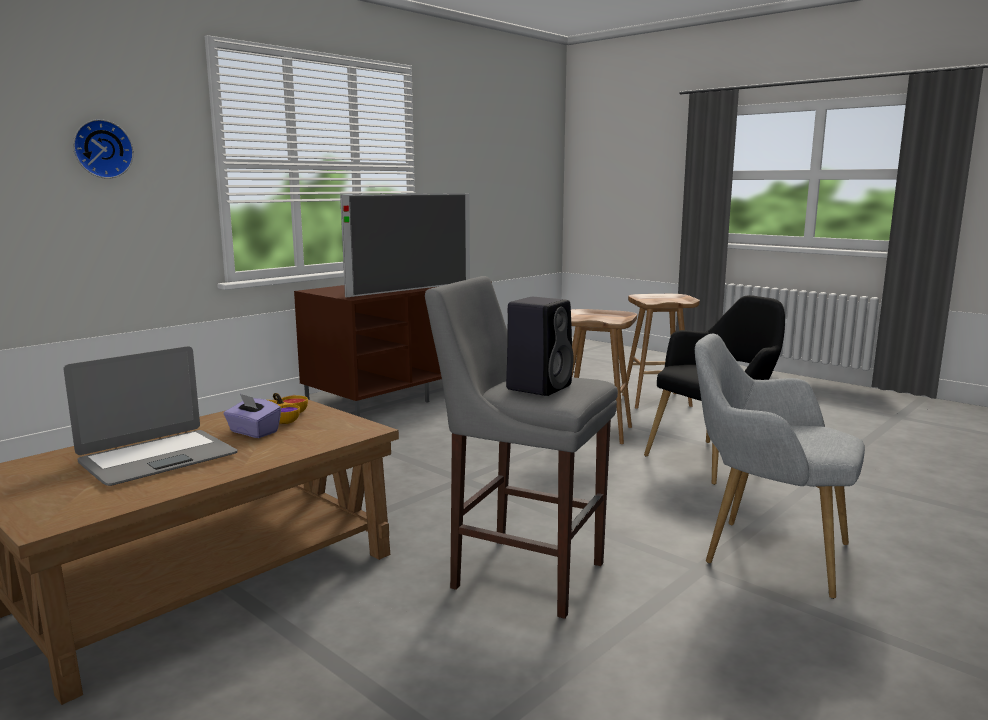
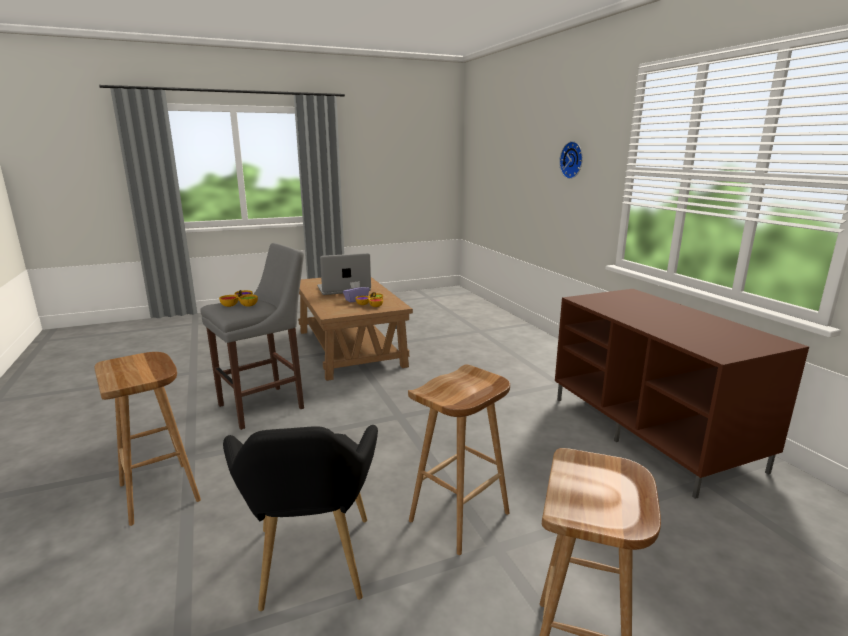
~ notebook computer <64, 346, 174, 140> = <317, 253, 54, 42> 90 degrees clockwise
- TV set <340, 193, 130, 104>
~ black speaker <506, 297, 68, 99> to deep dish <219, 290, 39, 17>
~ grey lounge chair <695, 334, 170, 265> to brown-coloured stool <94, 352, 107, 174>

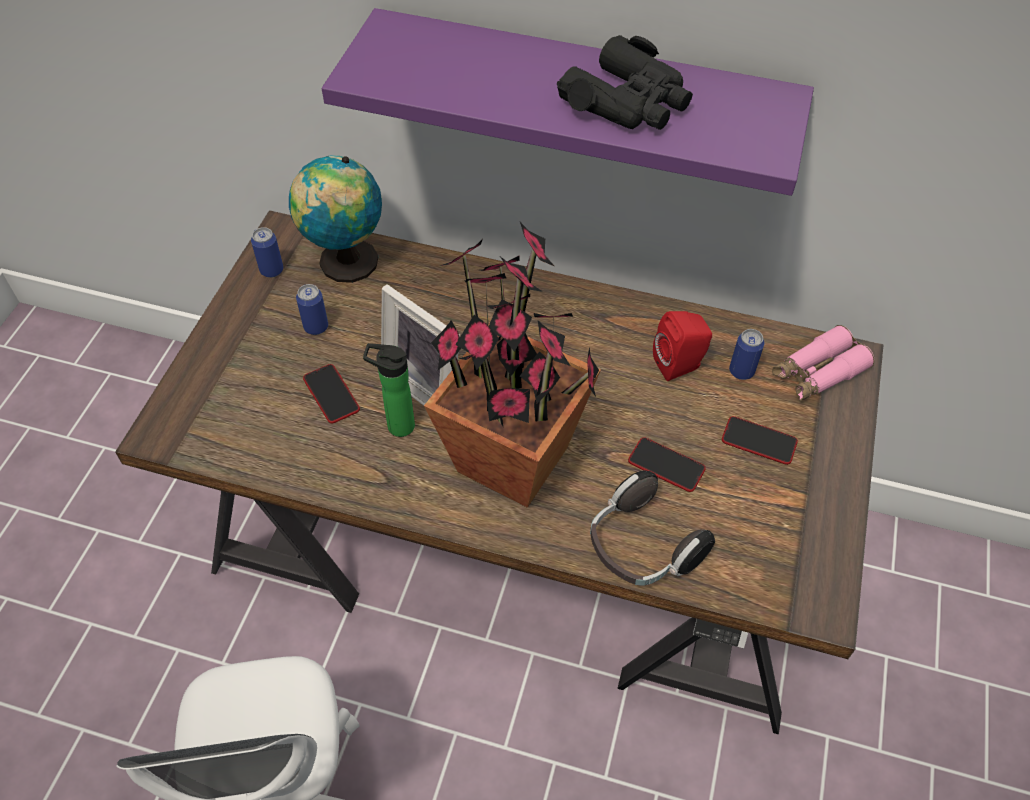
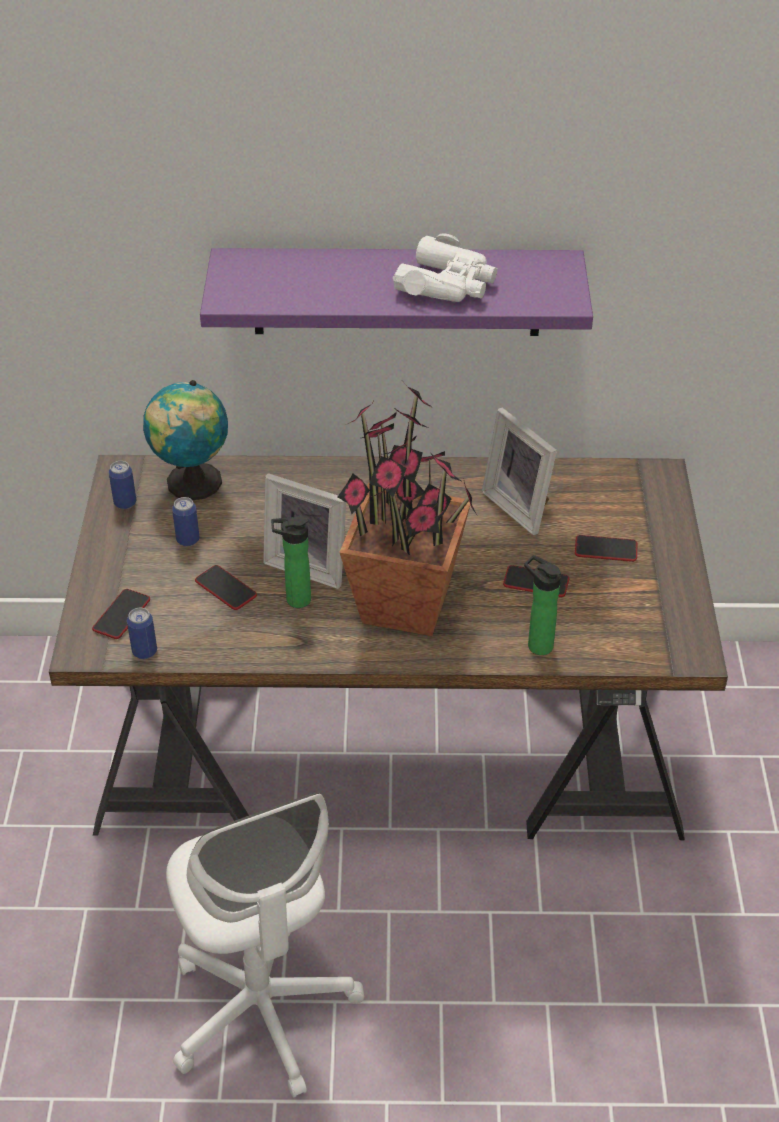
~ black field glasses <557, 35, 136, 95> to whitish field glasses <393, 234, 104, 68>
~ pair of headphones <590, 470, 125, 116> to bottle <524, 555, 37, 100>
~ red-coloured speaker <653, 311, 59, 70> to standing frame <482, 408, 75, 127>
~ sealed can <729, 329, 35, 51> to <127, 608, 30, 51>
- pinkish field glasses <772, 325, 103, 76>
+ phone <92, 589, 58, 50>

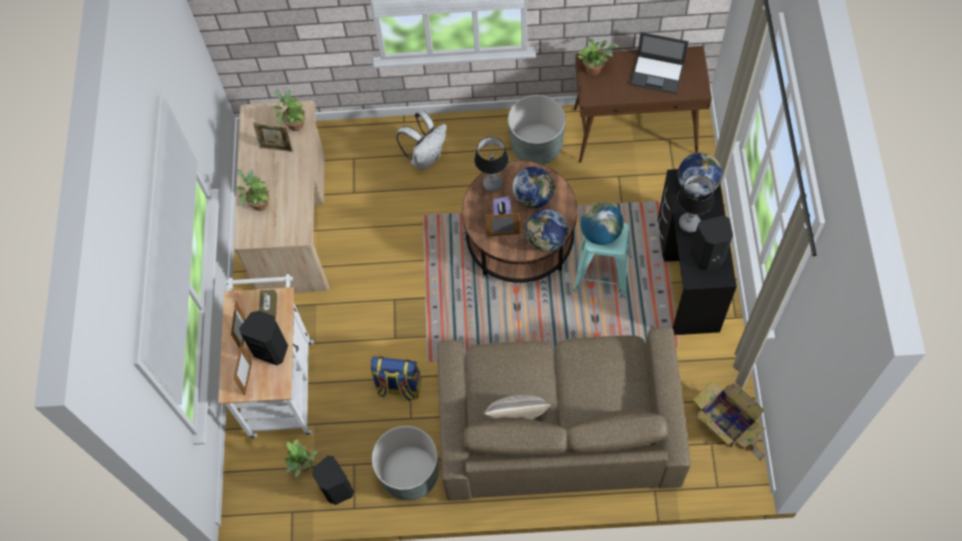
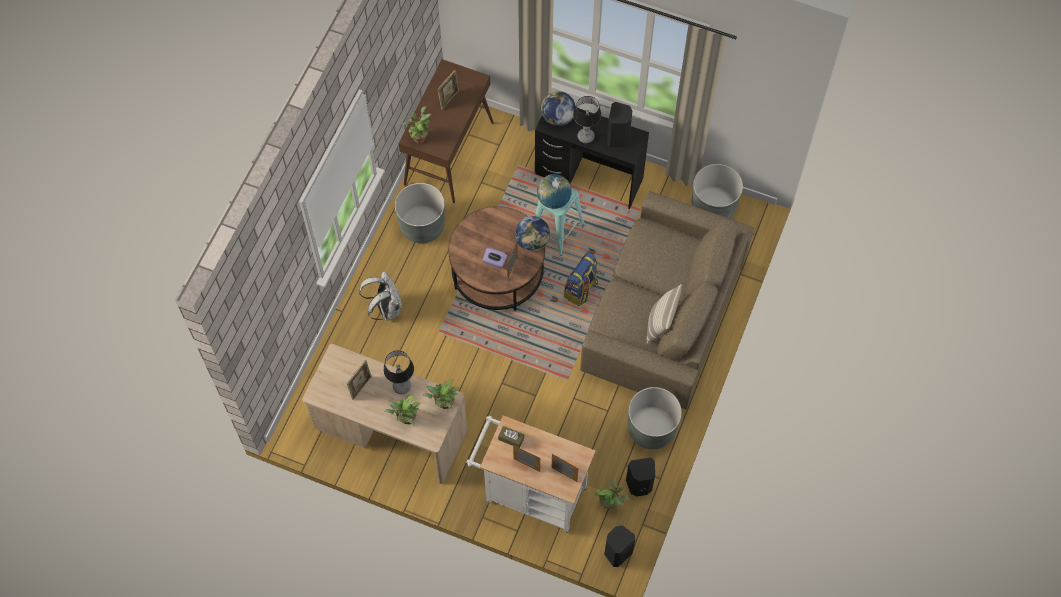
~ black speaker <239, 311, 49, 55> to <604, 525, 31, 42>
~ houseplant <273, 89, 32, 42> to <423, 379, 36, 30>
~ rucksack <371, 356, 50, 46> to <564, 252, 34, 54>
~ table lamp <474, 137, 35, 55> to <383, 350, 31, 44>
- globe <512, 166, 43, 42>
~ notebook computer <630, 32, 58, 62> to standing frame <438, 70, 21, 40>
~ carton <692, 380, 74, 81> to grey plant pot <692, 164, 51, 55>

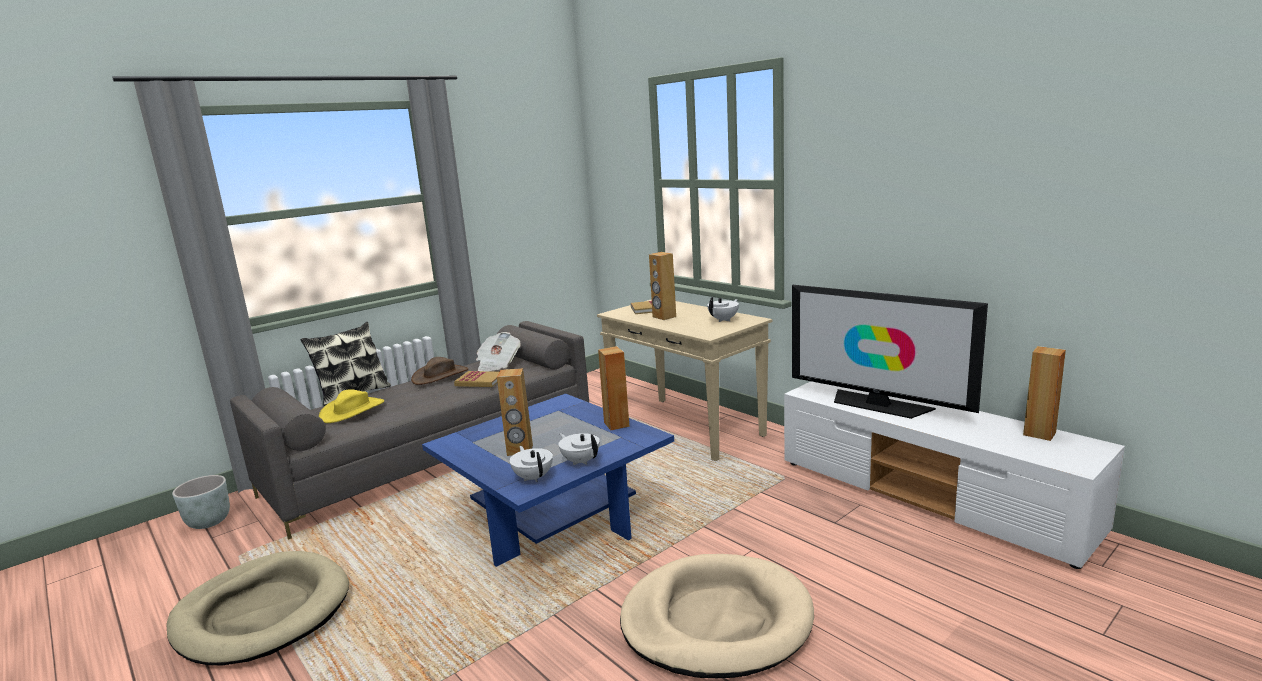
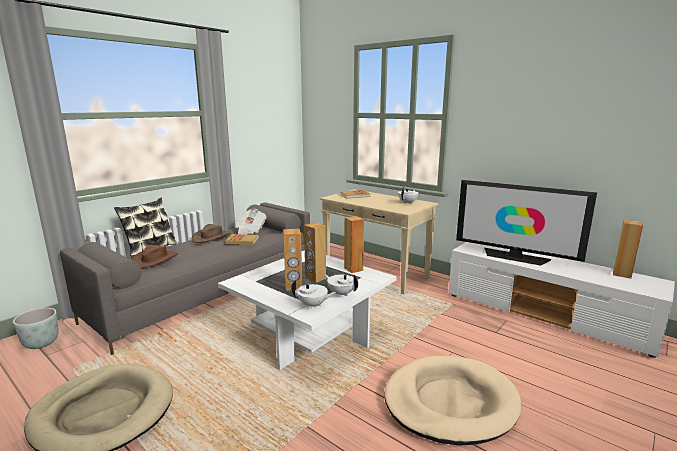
~ yellowish wearable hat <319, 389, 65, 34> to brown-coloured wearable hat <131, 245, 47, 23>
~ bluish lounge table <422, 394, 252, 173> to whitish lounge table <218, 250, 179, 120>
~ whitish teapot <510, 446, 43, 36> = <291, 280, 45, 29> 135 degrees clockwise
~ brown-coloured speaker <649, 252, 27, 68> to <304, 222, 22, 61>

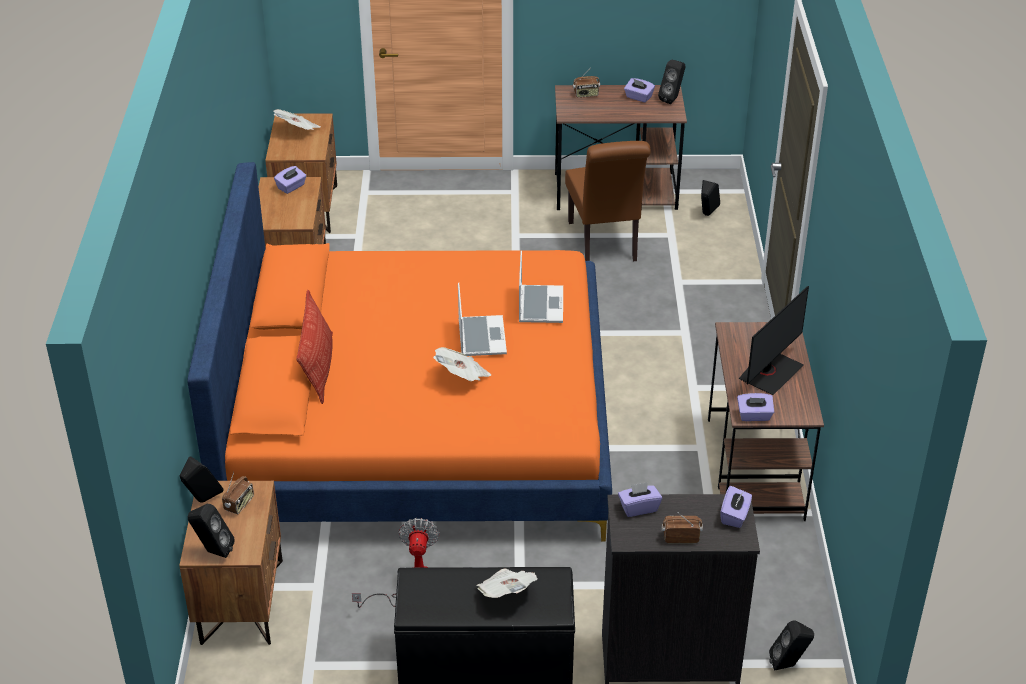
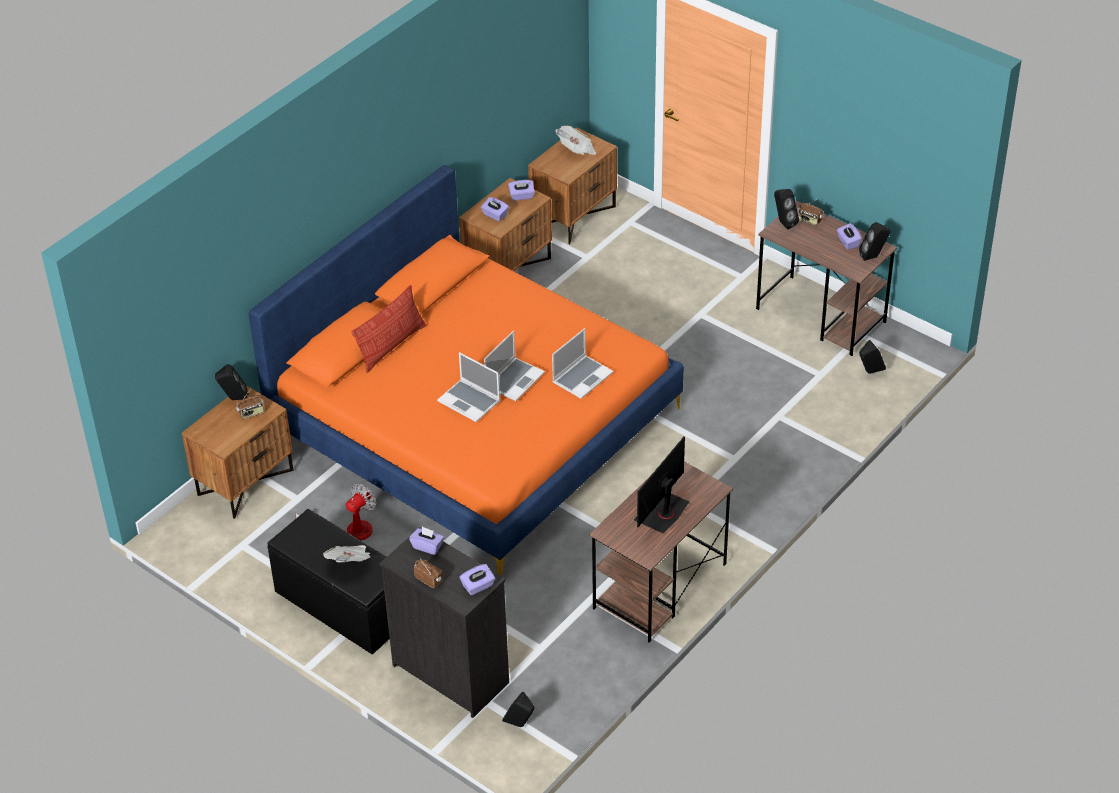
~ black speaker <188, 504, 47, 54> to <774, 189, 25, 40>
~ daily paper <433, 347, 58, 34> to notebook computer <437, 352, 63, 70>
- brown-coloured upright chair <565, 141, 86, 120>
~ purple box of tissues <737, 393, 37, 28> to <481, 197, 28, 24>
~ computer screen <739, 286, 70, 109> = <634, 436, 55, 98> 135 degrees clockwise

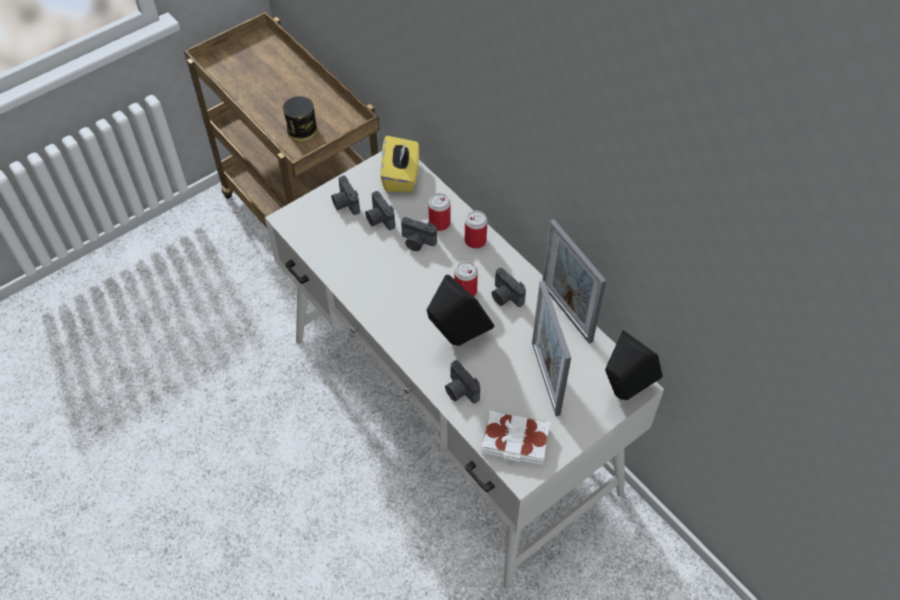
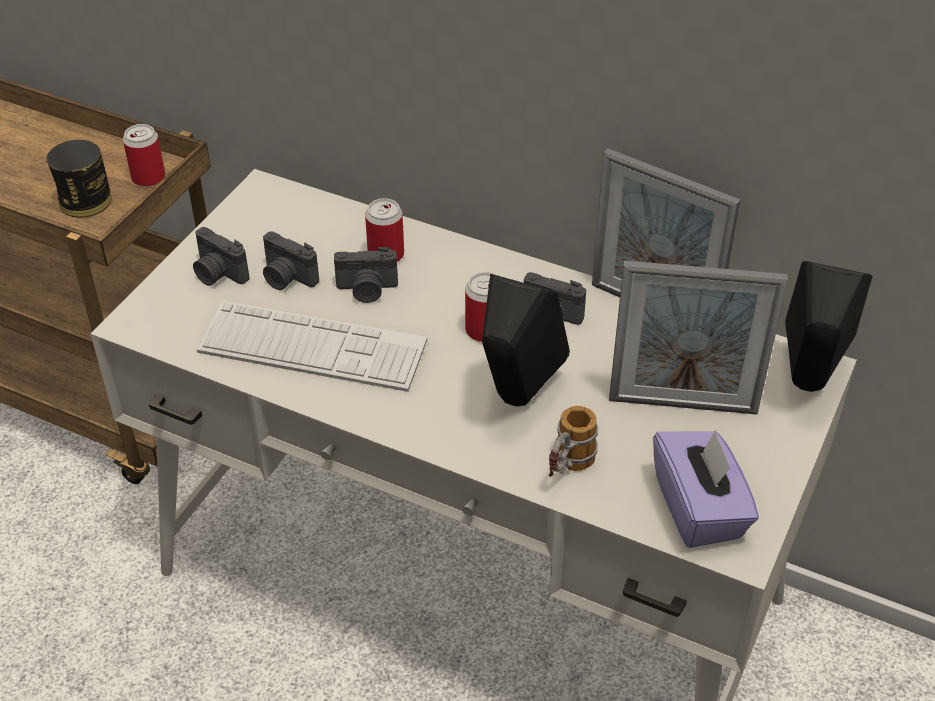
- yellowish box of tissues <380, 136, 39, 56>
~ photo camera <445, 360, 35, 44> to coffee mug <549, 406, 49, 71>
~ sealed can <465, 211, 23, 38> to <123, 124, 42, 63>
~ whitish volume <481, 410, 70, 55> to purple box of tissues <653, 430, 106, 118>
~ standing frame <532, 281, 39, 135> = <609, 261, 179, 154> 45 degrees counterclockwise
+ keyboard <197, 301, 230, 91>

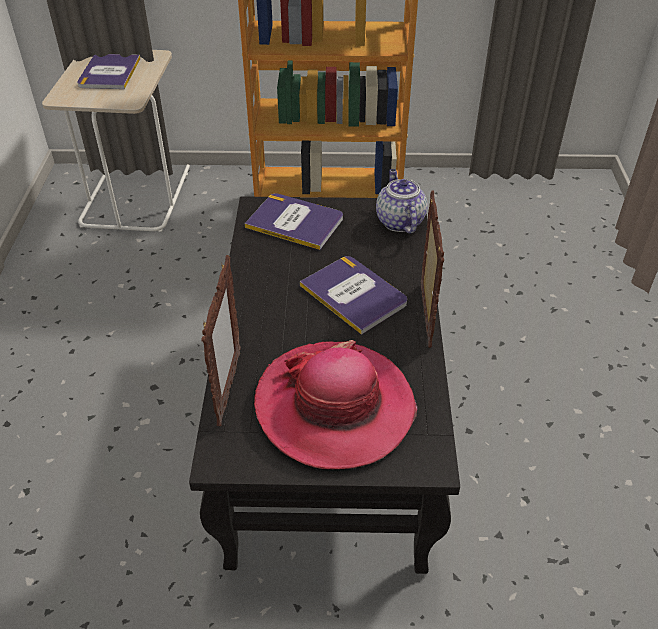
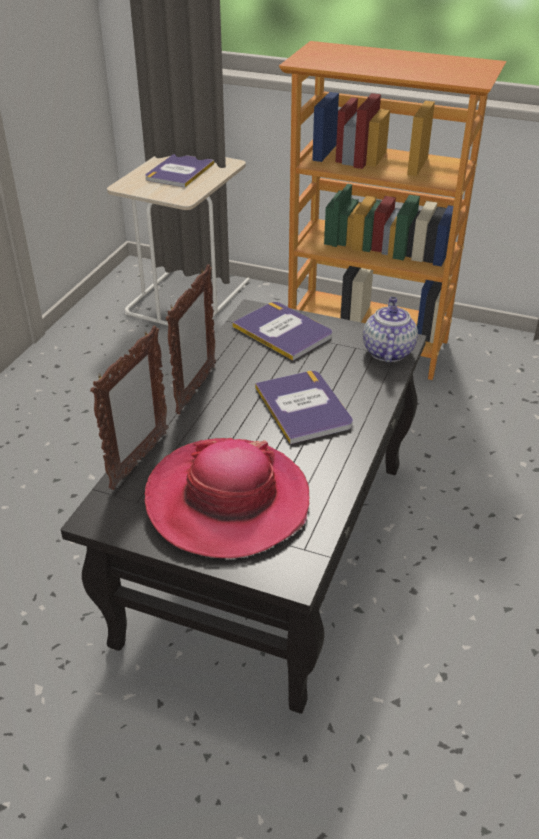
~ standing frame <421, 191, 23, 157> to <166, 264, 50, 150>

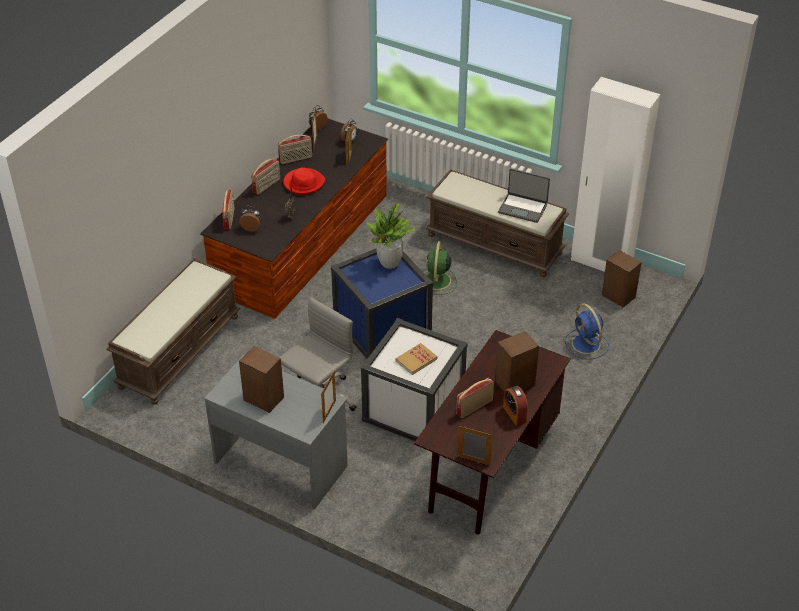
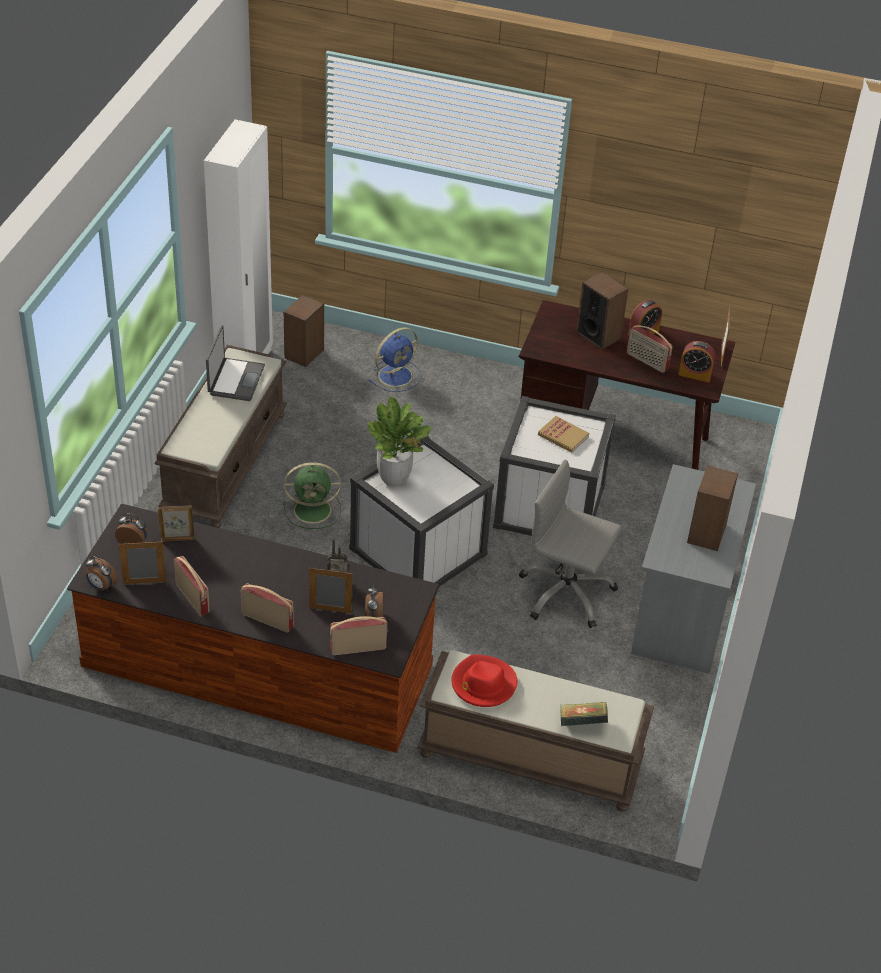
~ red-coloured wearable hat <283, 167, 43, 28> to <451, 654, 66, 53>
~ standing frame <321, 370, 15, 53> to <309, 568, 44, 46>
~ bluish storage container <331, 248, 102, 111> to whitish storage container <349, 436, 145, 151>
+ volume <560, 702, 48, 24>
+ alarm clock <678, 341, 37, 41>

